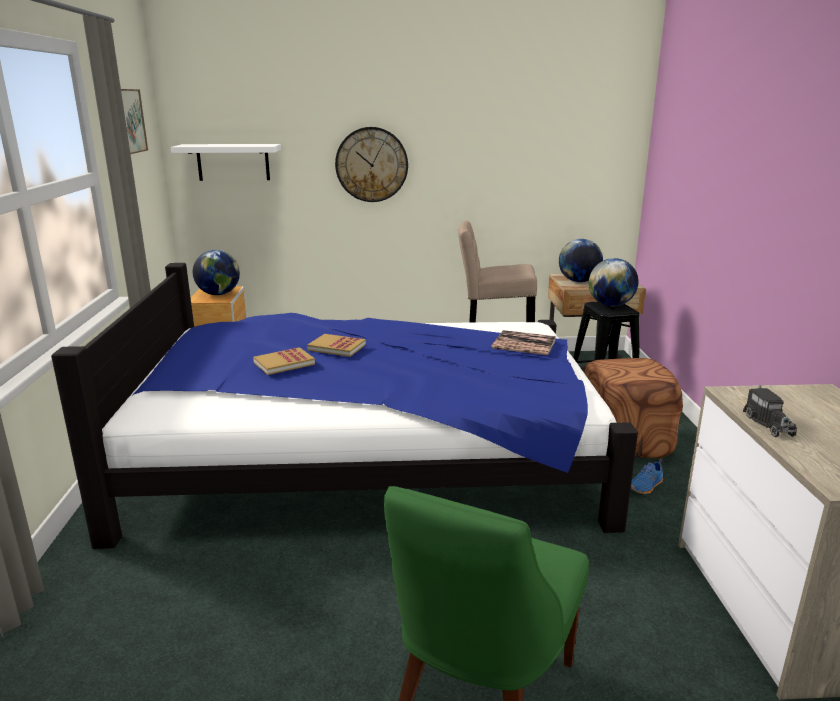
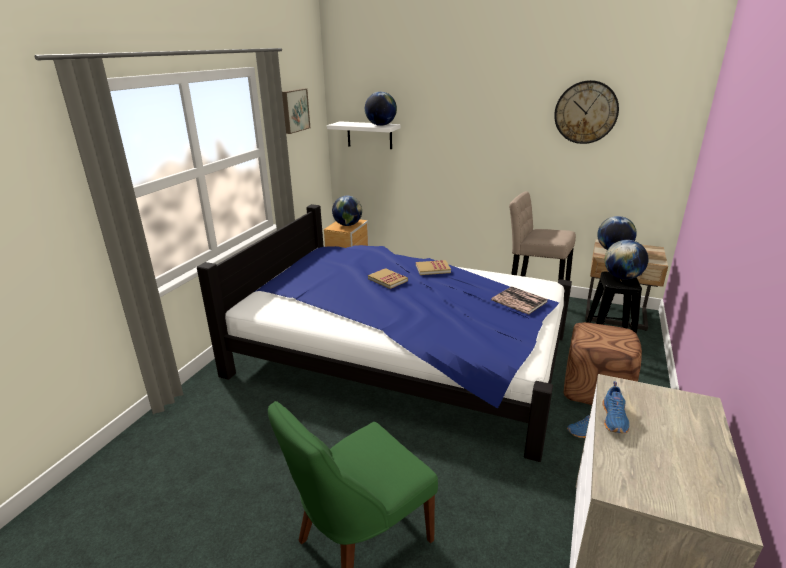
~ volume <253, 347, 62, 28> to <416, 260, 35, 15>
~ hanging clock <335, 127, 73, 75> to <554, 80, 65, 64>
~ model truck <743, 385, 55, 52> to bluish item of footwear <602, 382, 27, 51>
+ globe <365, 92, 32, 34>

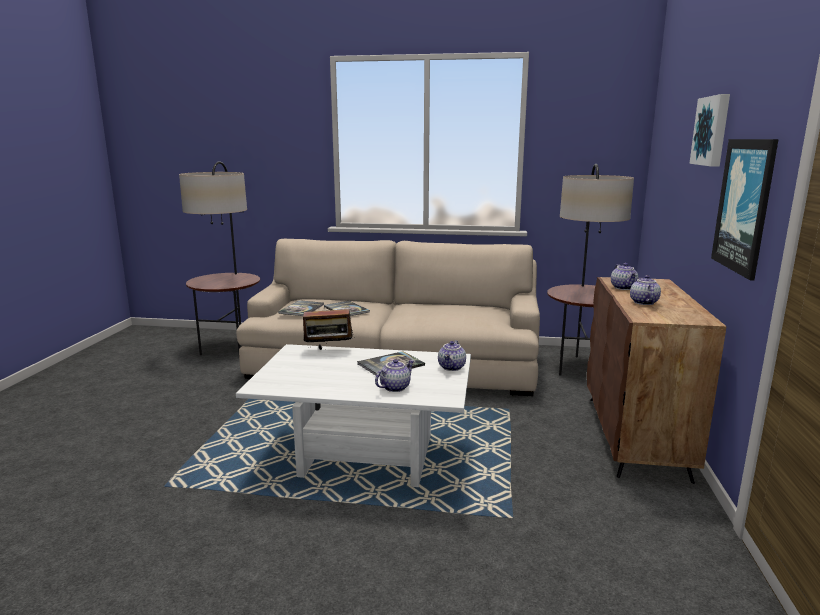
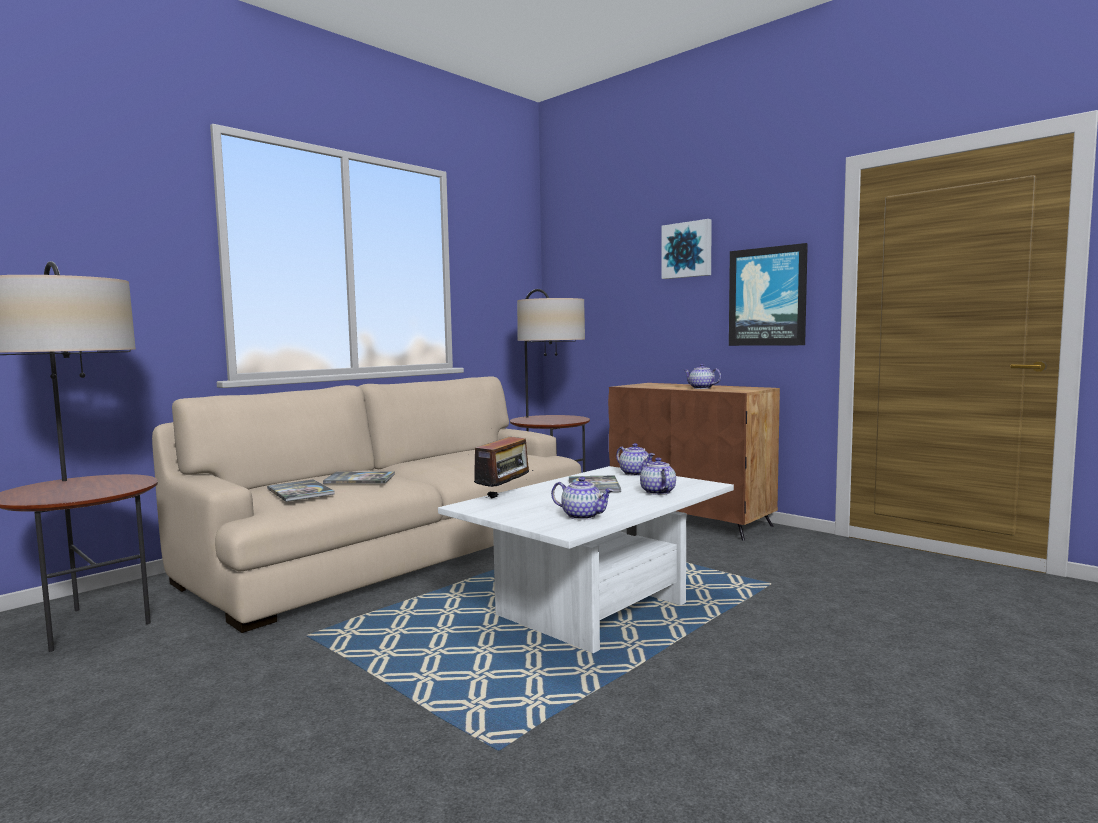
~ teapot <611, 263, 27, 27> to <551, 477, 63, 43>

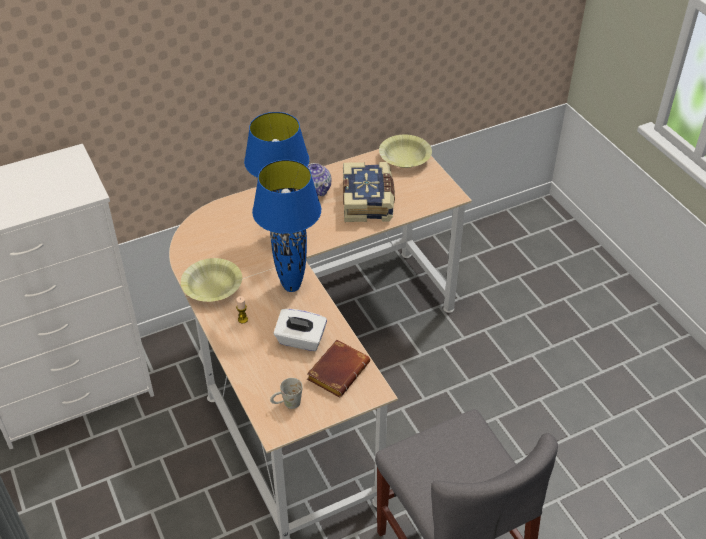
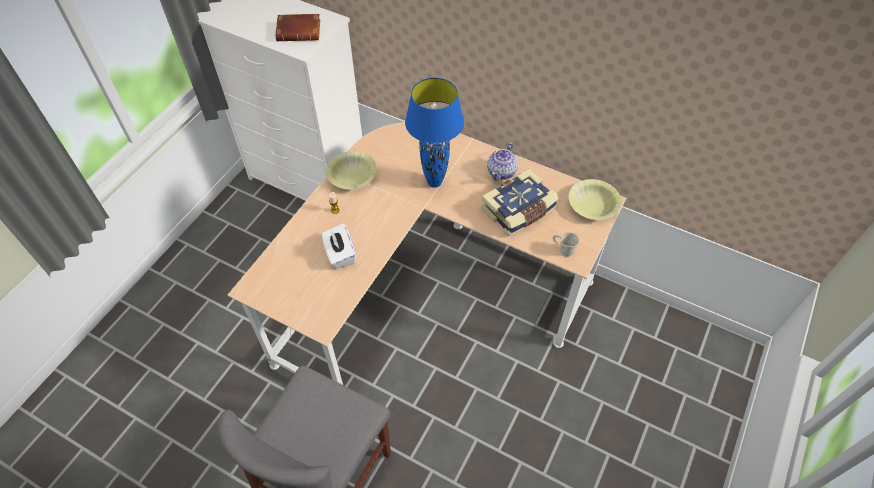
- bluish table lamp <252, 160, 69, 132>
~ whitish coffee mug <270, 378, 33, 31> to <553, 232, 26, 25>
~ brown-coloured volume <307, 339, 63, 58> to <275, 14, 45, 27>

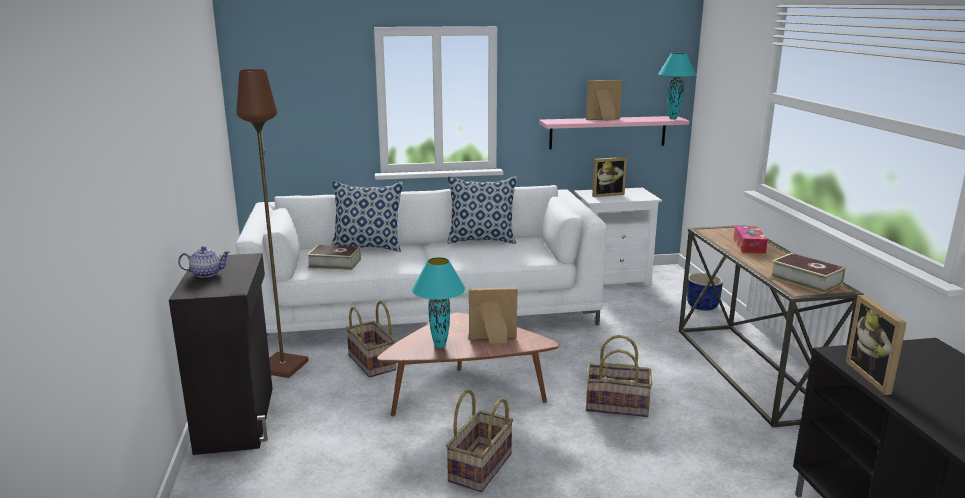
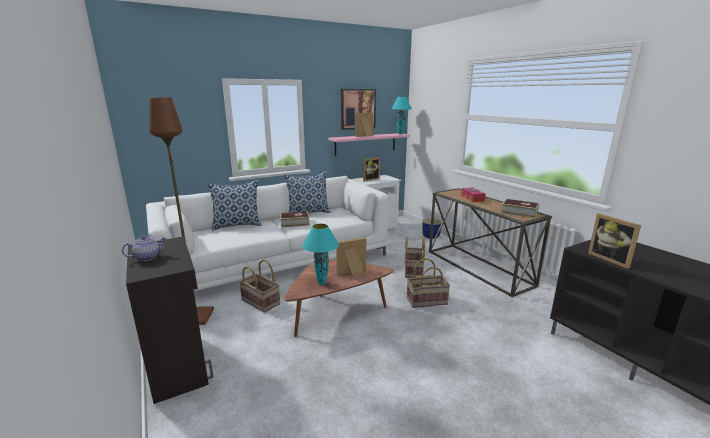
~ volume <307, 245, 54, 25> to <280, 211, 30, 17>
~ storage basket <446, 390, 67, 102> to <405, 236, 20, 42>
+ picture <341, 89, 35, 41>

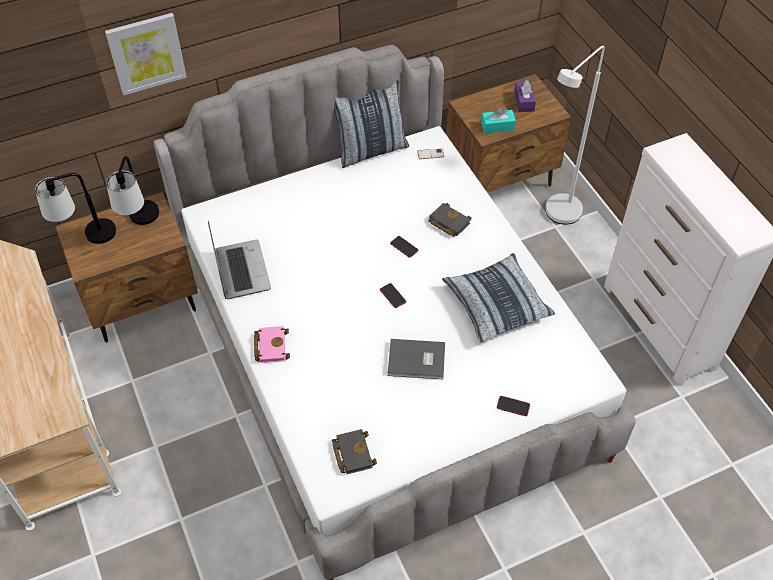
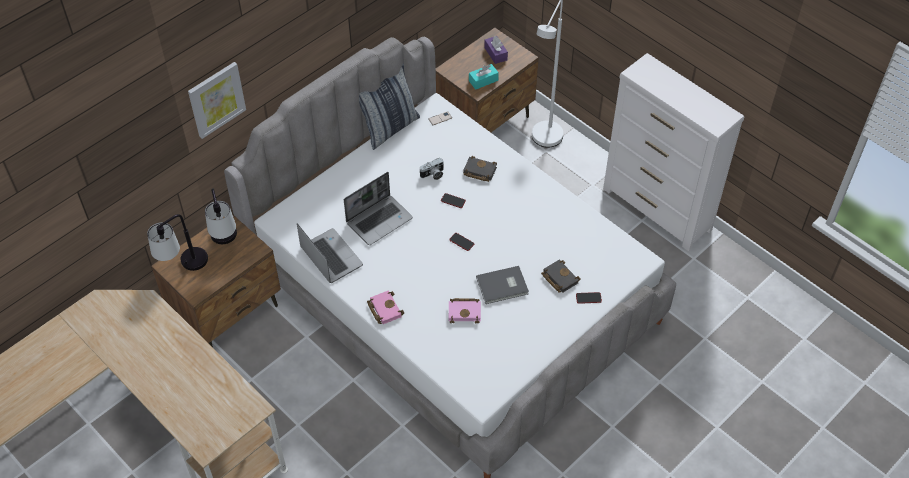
~ black volume <332, 429, 45, 45> to <541, 260, 40, 33>
- throw pillow <442, 253, 113, 89>
+ notebook computer <344, 172, 69, 73>
+ photo camera <419, 158, 25, 22>
+ pinkish volume <449, 298, 32, 25>

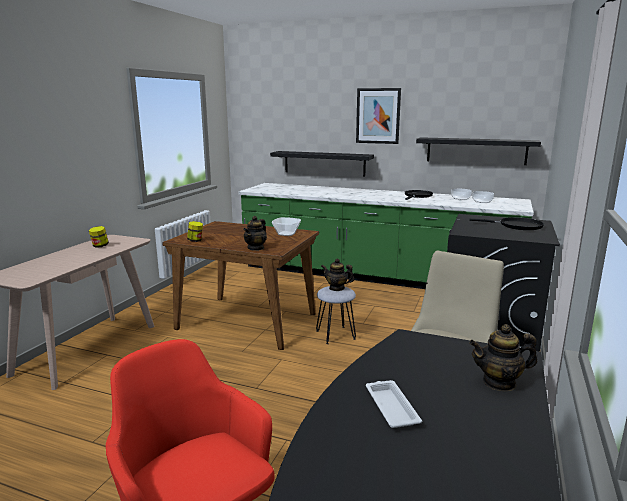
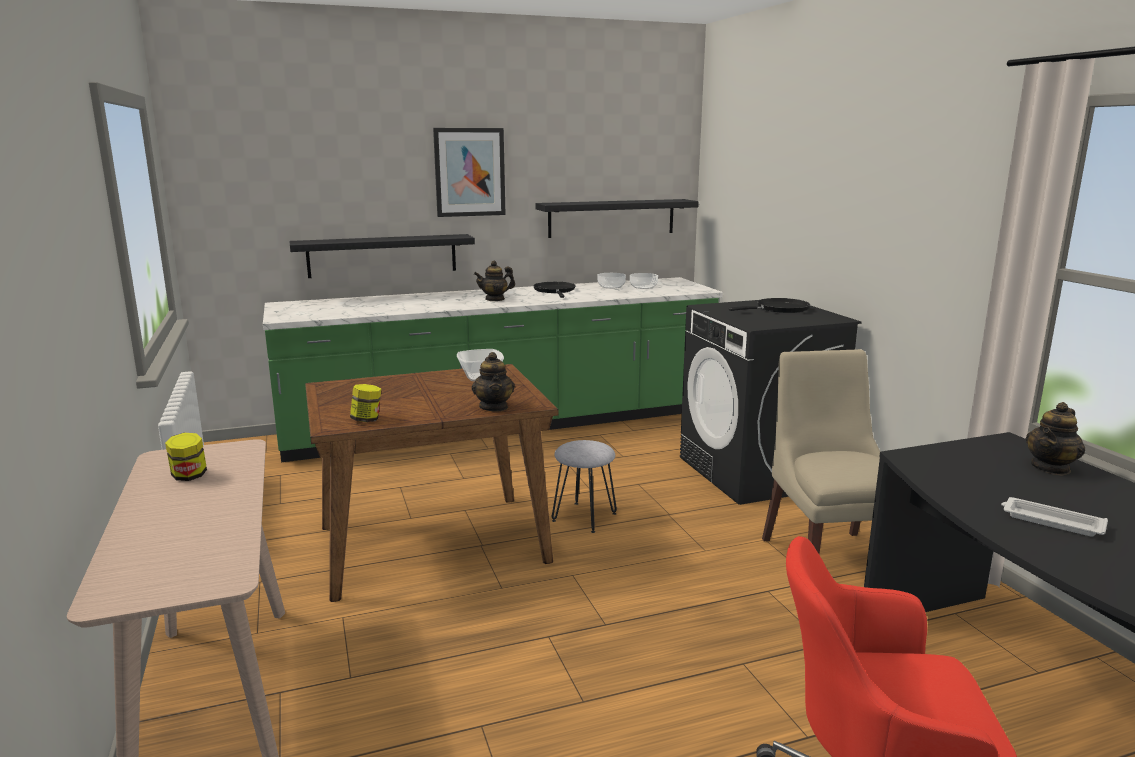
~ teapot <321, 259, 33, 32> to <474, 261, 41, 40>

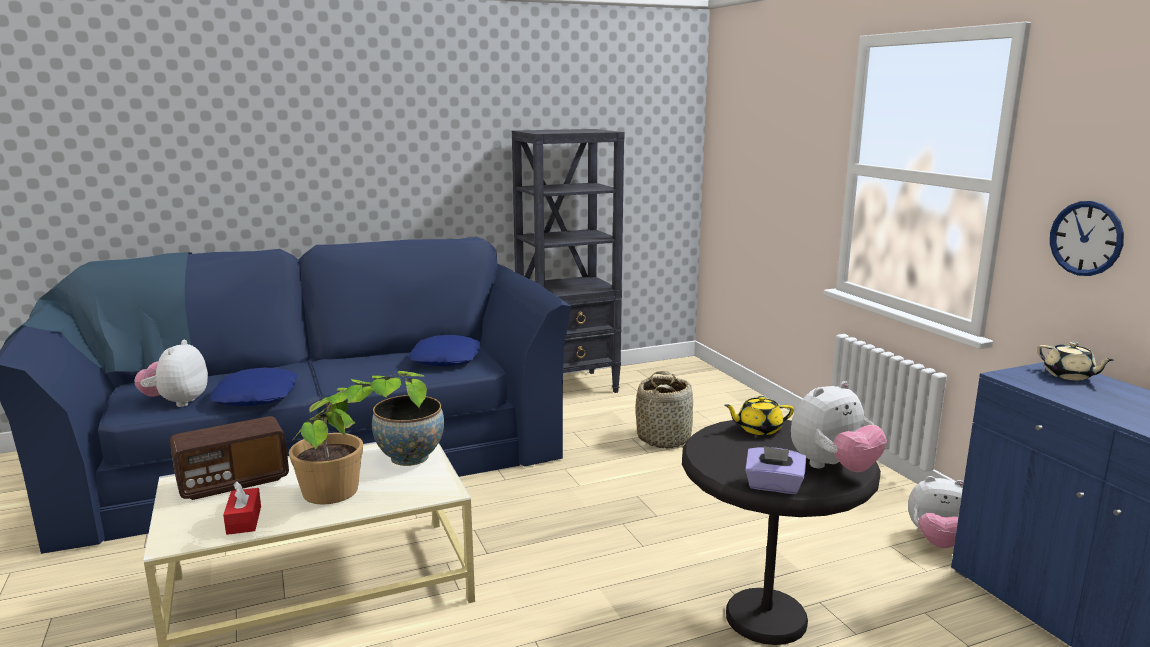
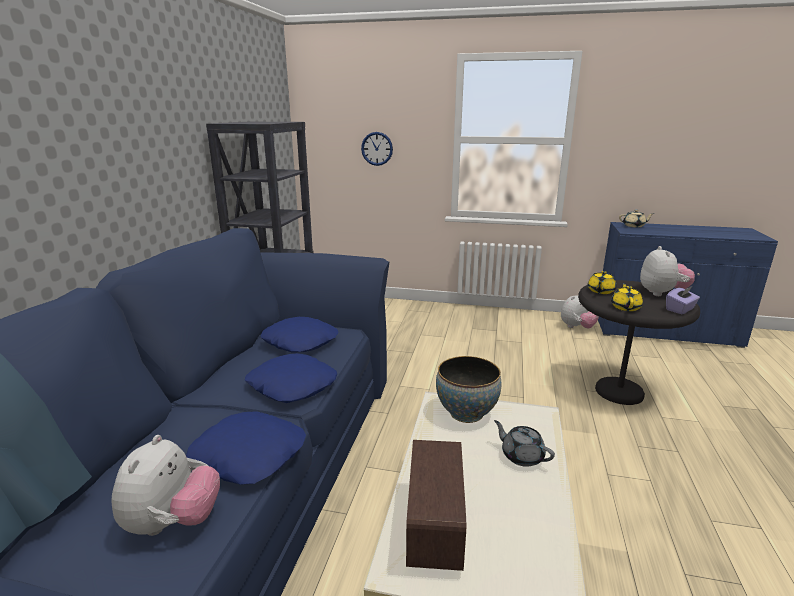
~ plush toy <134, 340, 74, 67> = <112, 435, 108, 101> 120 degrees counterclockwise
- red-coloured box of tissues <223, 481, 38, 54>
~ houseplant <289, 371, 138, 133> to grey teapot <494, 420, 61, 47>
- storage basket <636, 371, 57, 77>
~ hanging clock <1050, 201, 74, 75> to <361, 132, 32, 34>
+ bluish throw pillow <245, 353, 92, 50>
+ yellowish teapot <611, 283, 32, 28>

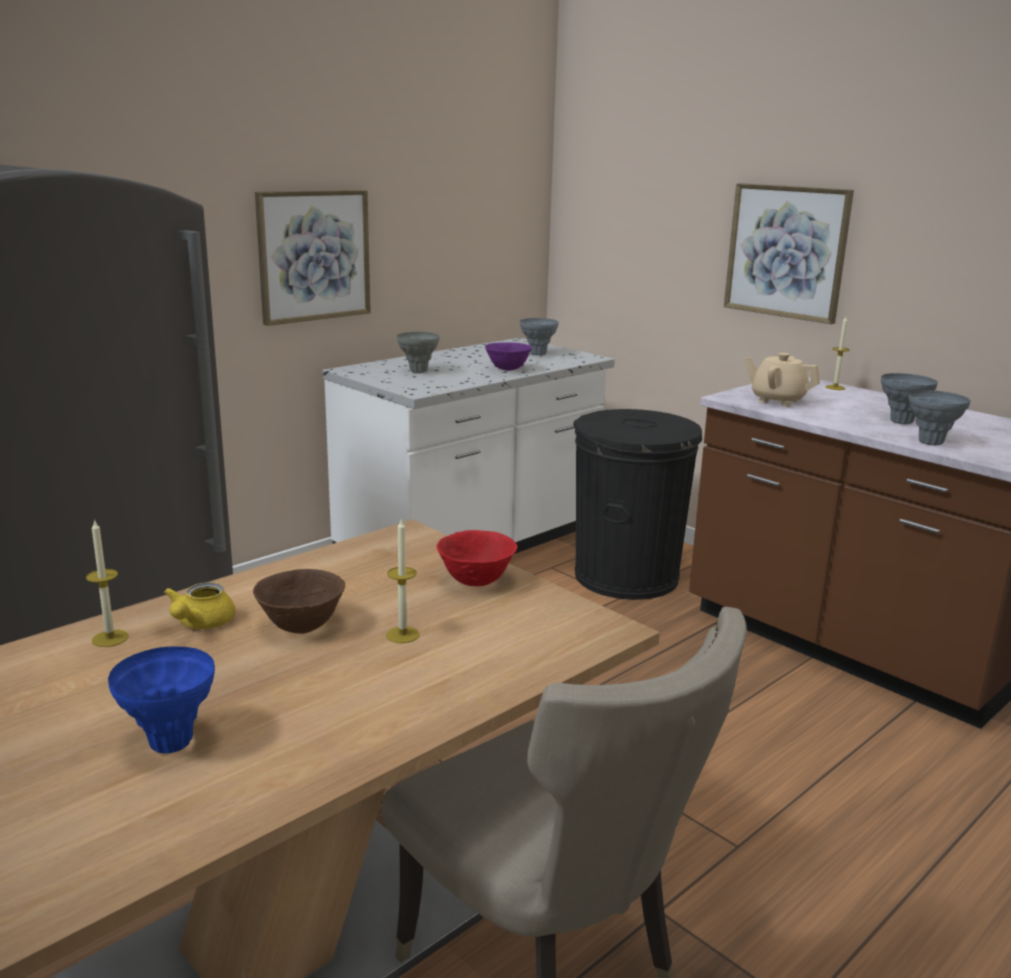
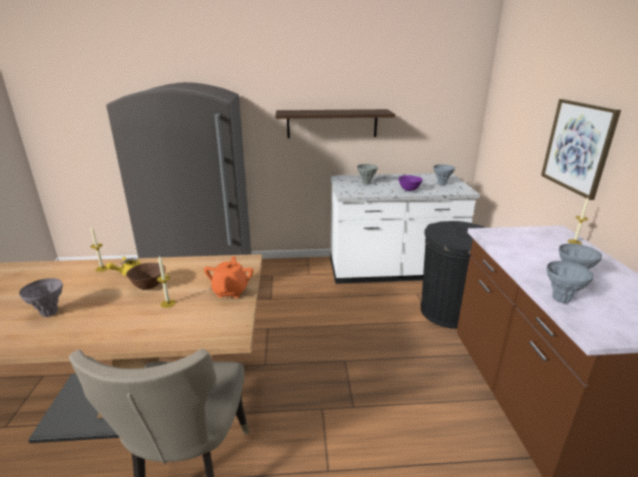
~ bluish flower vase <108, 646, 107, 108> to grey flower vase <19, 278, 44, 39>
~ picture <255, 190, 116, 136> to shelf <275, 109, 120, 29>
~ red-coloured deep dish <437, 530, 81, 56> to orange-coloured teapot <204, 256, 49, 42>
- beige-coloured teapot <744, 353, 76, 54>

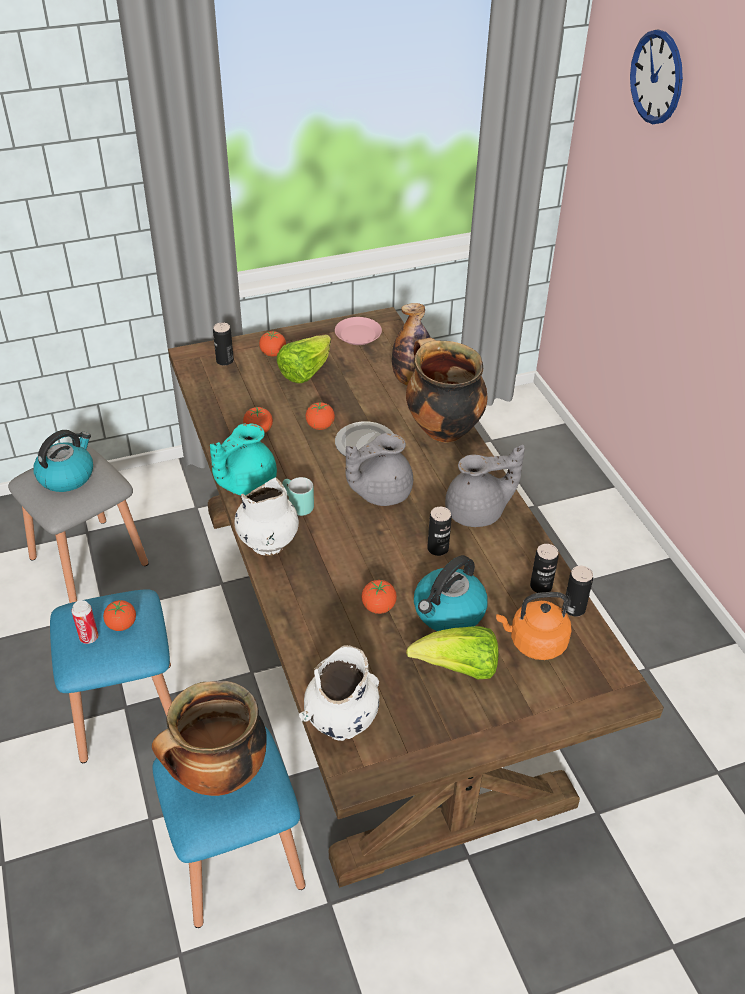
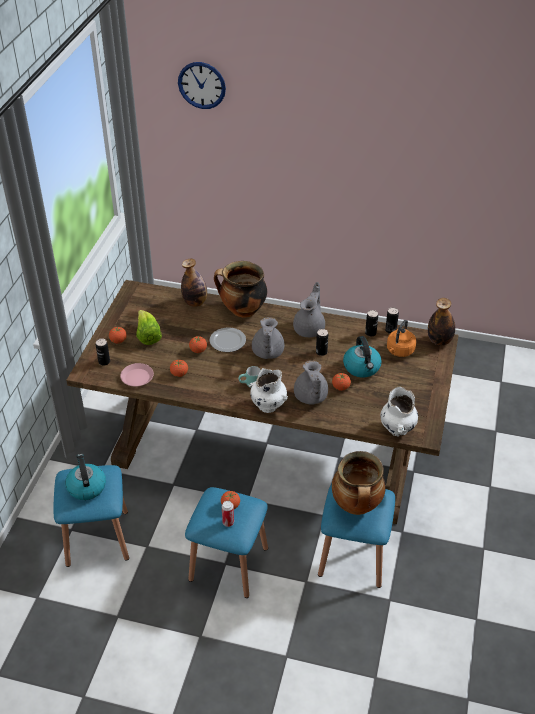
~ grey stool <8, 446, 141, 157> to bluish stool <54, 465, 75, 102>
- turquoise-coloured teapot <210, 423, 67, 72>
~ pinkish flat dish <335, 317, 47, 28> to <120, 363, 34, 23>
- lettuce <406, 626, 93, 53>
+ grey teapot <294, 361, 34, 43>
+ bottle <428, 298, 27, 48>

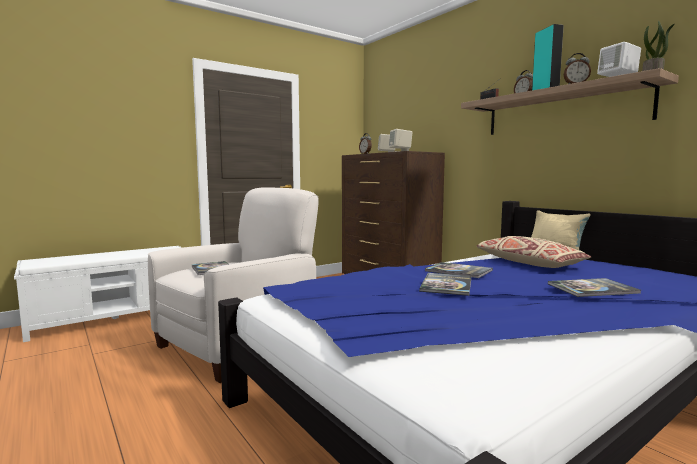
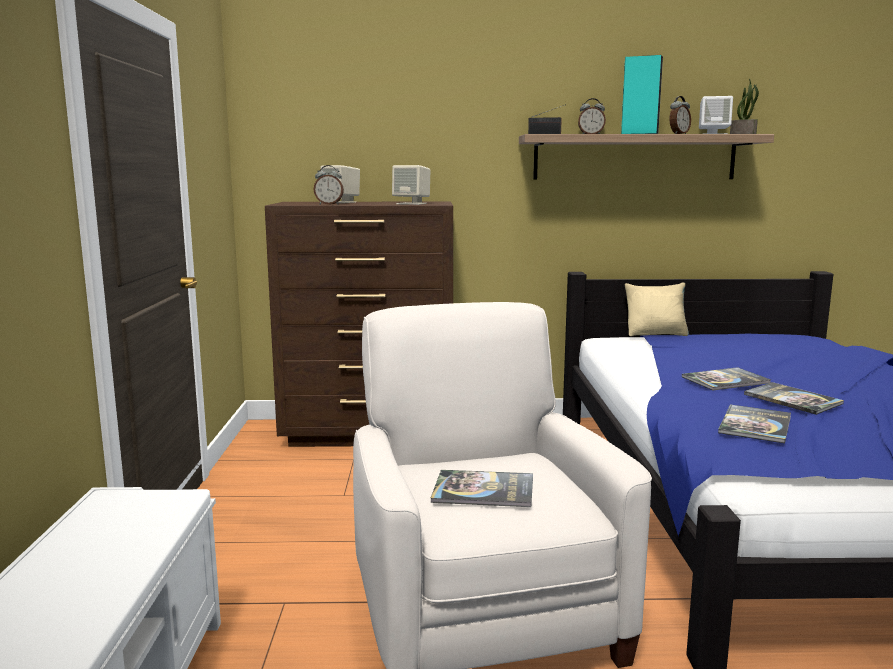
- beige-coloured throw pillow <477, 236, 114, 32>
~ volume <548, 278, 93, 19> to <718, 404, 73, 39>

